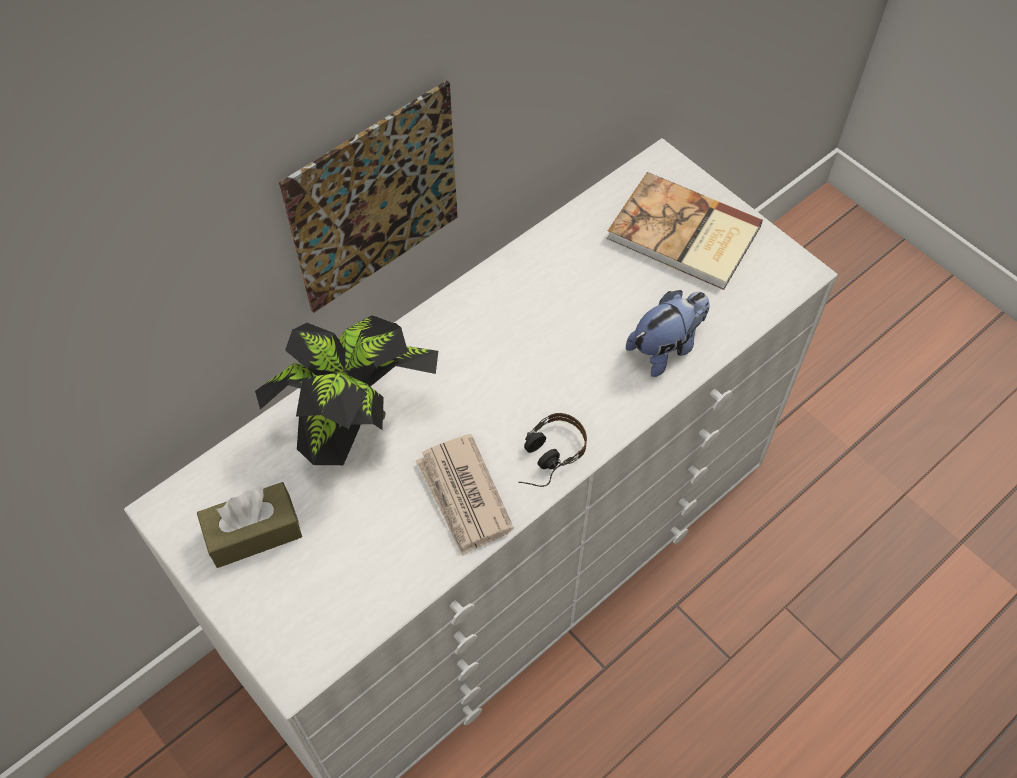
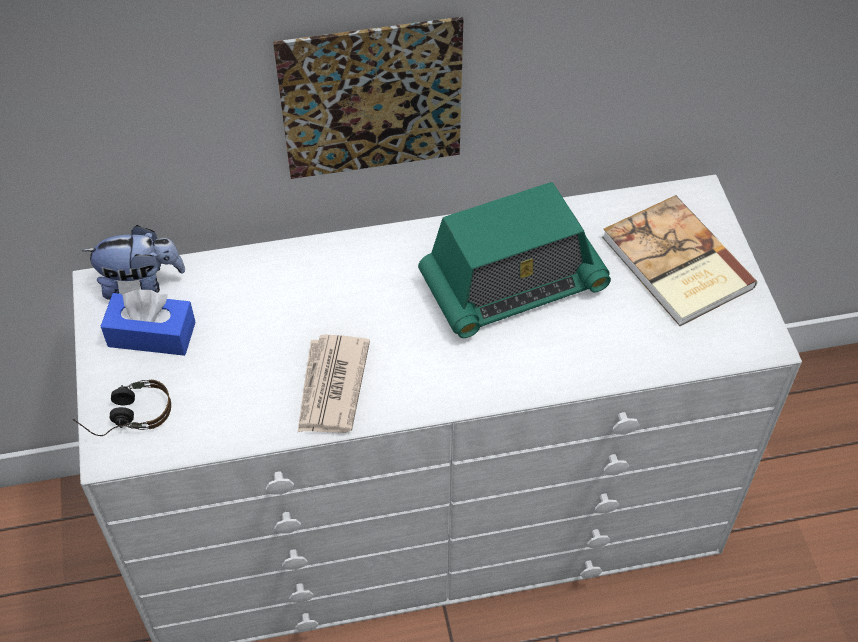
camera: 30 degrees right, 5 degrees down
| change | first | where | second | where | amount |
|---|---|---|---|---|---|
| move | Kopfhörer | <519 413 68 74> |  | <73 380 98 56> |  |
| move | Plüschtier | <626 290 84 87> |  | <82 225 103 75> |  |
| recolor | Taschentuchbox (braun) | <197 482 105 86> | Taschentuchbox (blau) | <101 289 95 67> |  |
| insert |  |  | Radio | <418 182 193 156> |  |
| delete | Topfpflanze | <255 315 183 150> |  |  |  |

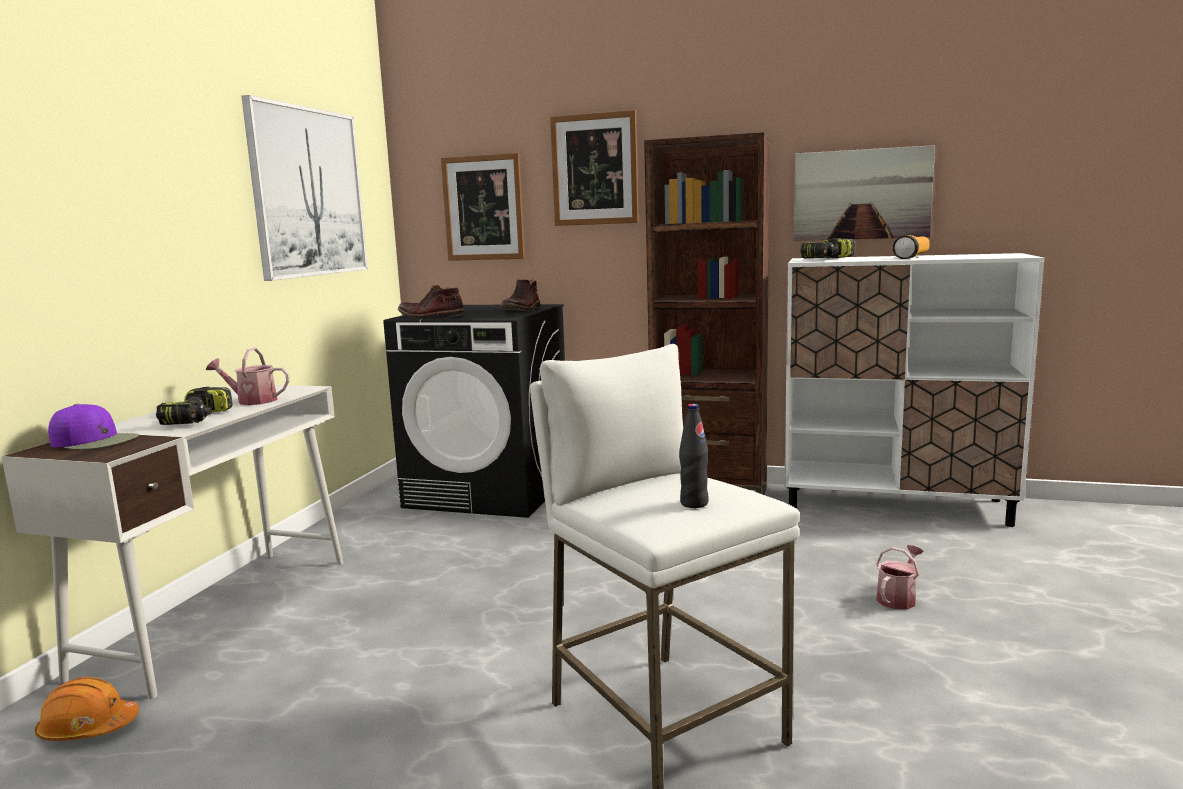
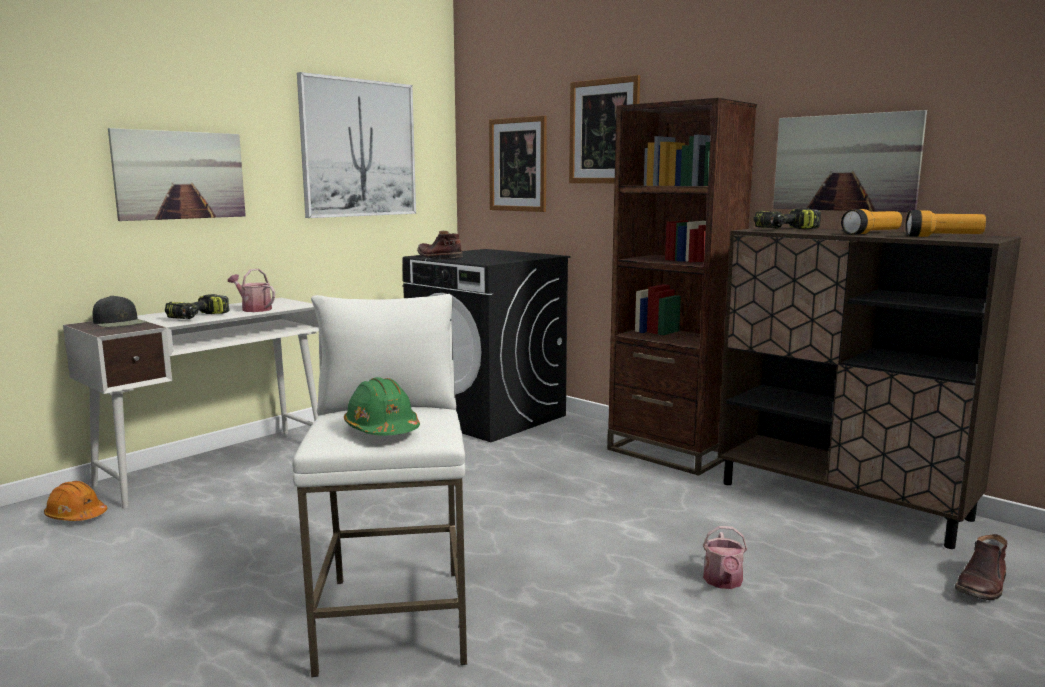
camera: 25 degrees right, 0 degrees up
| change | first | where | second | where | amount |
|---|---|---|---|---|---|
| recolor | Kappe (lila) | <48 404 91 46> | Kappe (schwarz) | <93 295 54 32> |  |
| insert |  |  | Bild | <108 128 138 93> |  |
| replace | Flasche (schwarz) | <679 404 30 104> | Schutzhelm (grün) | <344 377 76 59> |  |
| rotate | Gießkanne | <876 545 48 65> |  | <703 526 44 63> | 120 degrees clockwise |
| recolor | Schrank (weiß) | <784 253 260 274> | Schrank (braun) | <718 227 303 322> |  |
| insert |  |  | Taschenlampe | <905 210 81 27> |  |
| move | Stiefel (braun) | <501 279 40 32> |  | <955 534 52 66> |  |

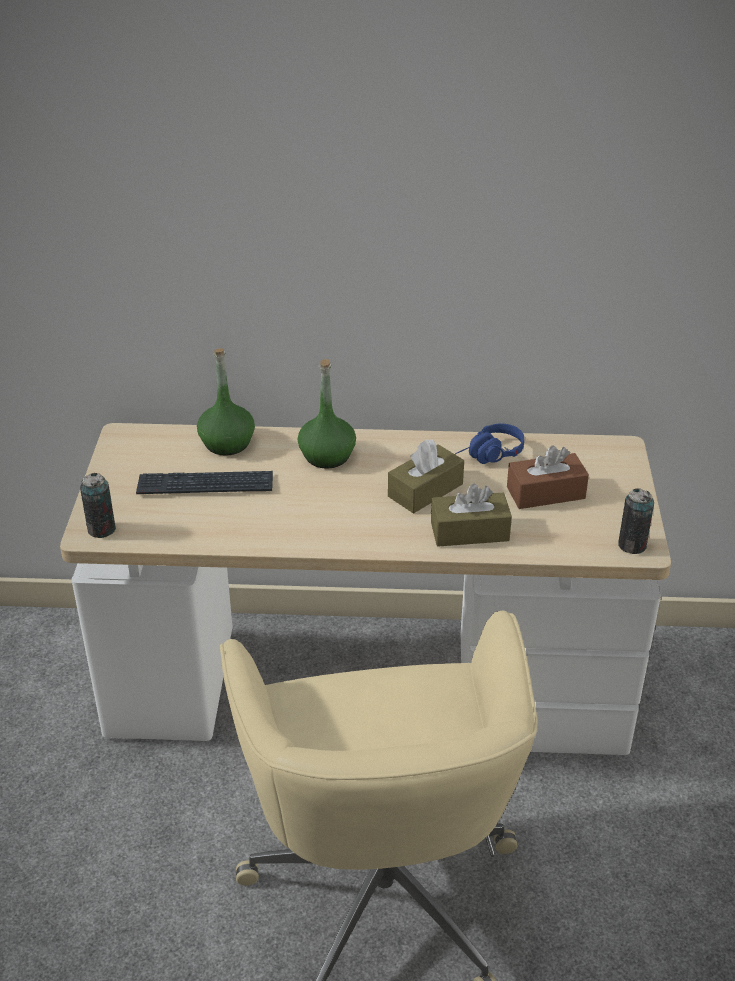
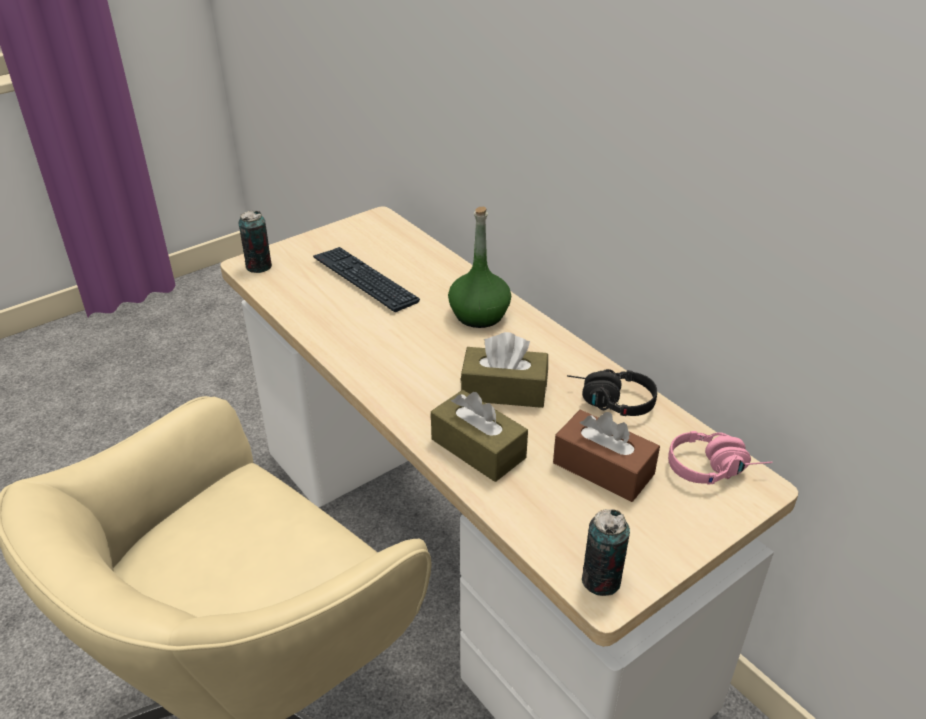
camera: 50 degrees right, 0 degrees up
| change | first | where | second | where | amount |
|---|---|---|---|---|---|
| recolor | Kopfhörer (blau) | <455 423 69 41> | Kopfhörer (schwarz) | <567 369 90 47> |  |
| insert |  |  | Kopfhörer (rosa) | <668 431 105 54> |  |
| delete | Flasche (grün) | <197 348 58 108> |  |  |  |

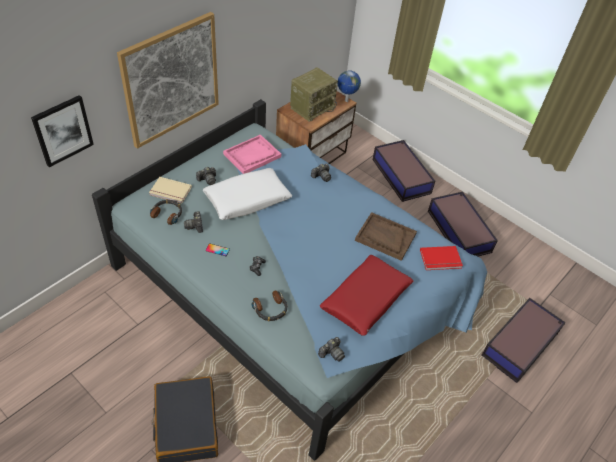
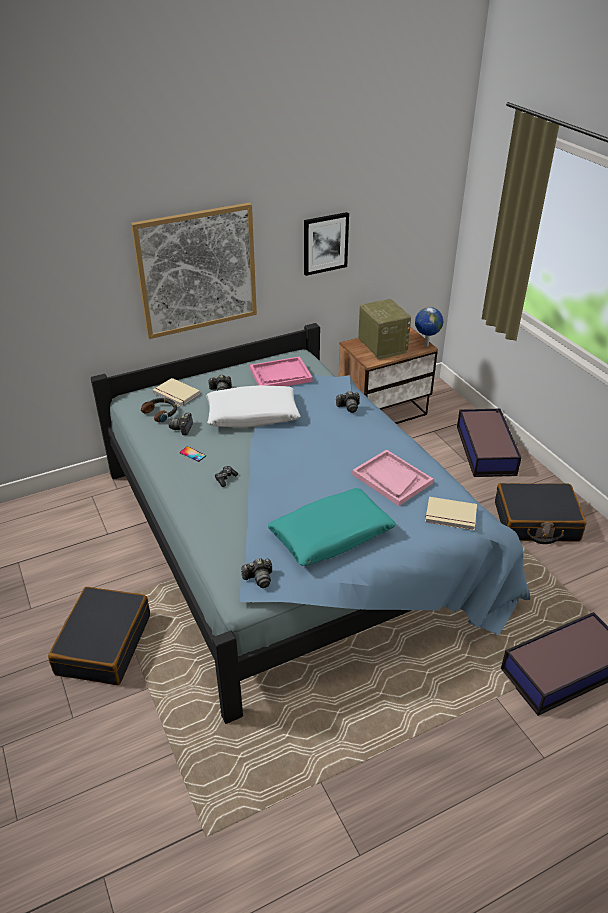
camera: 25 degrees right, 10 degrees down
| change | first | where | second | where | amount |
|---|---|---|---|---|---|
| recolor | Kissen (rot) | <320 255 93 81> | Kissen (türkis) | <268 488 128 78> |  |
| move | Bild | <31 95 63 73> |  | <304 212 45 64> |  |
| recolor | Tablett (braun) | <355 212 62 49> | Tablett (rosa) | <352 450 81 56> |  |
| rotate | Radio | <290 67 48 55> |  | <358 299 53 61> | 90 degrees counterclockwise |
| recolor | Buch (rot) | <420 246 43 24> | Buch (beige) | <425 497 52 33> |  |
| replace | Aufbewahrungsbox | <428 191 70 66> | Koffer (schwarz) | <495 483 92 61> |  |
| delete | Kopfhörer | <252 291 36 30> |  |  |  |

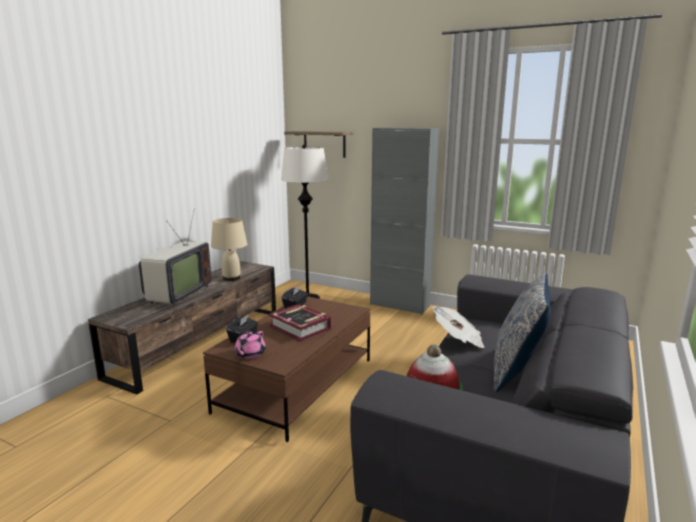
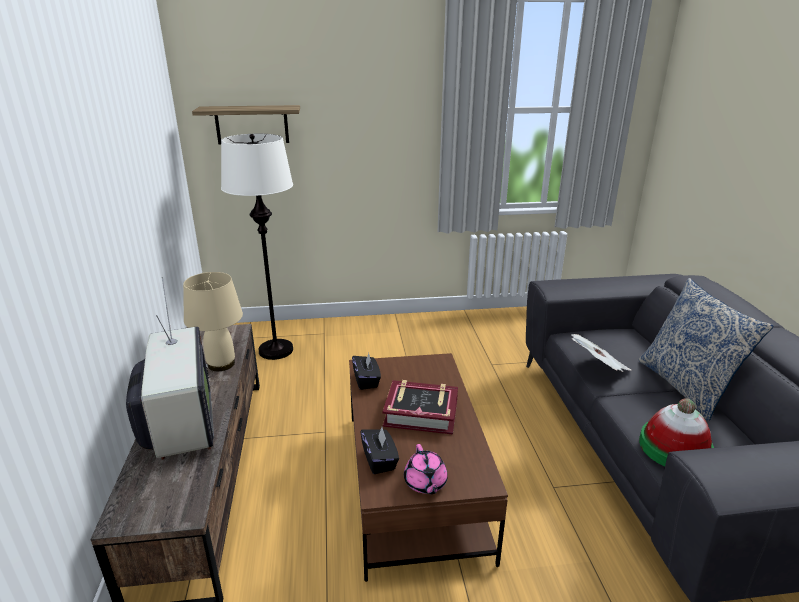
camera: 35 degrees left, 10 degrees up
| change | first | where | second | where | amount |
|---|---|---|---|---|---|
| delete | Schrank (grau) | <370 128 69 187> |  |  |  |

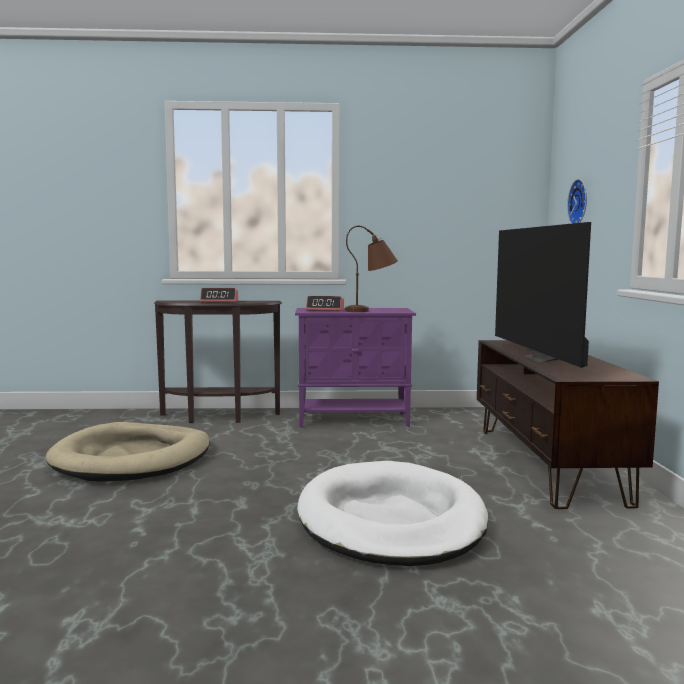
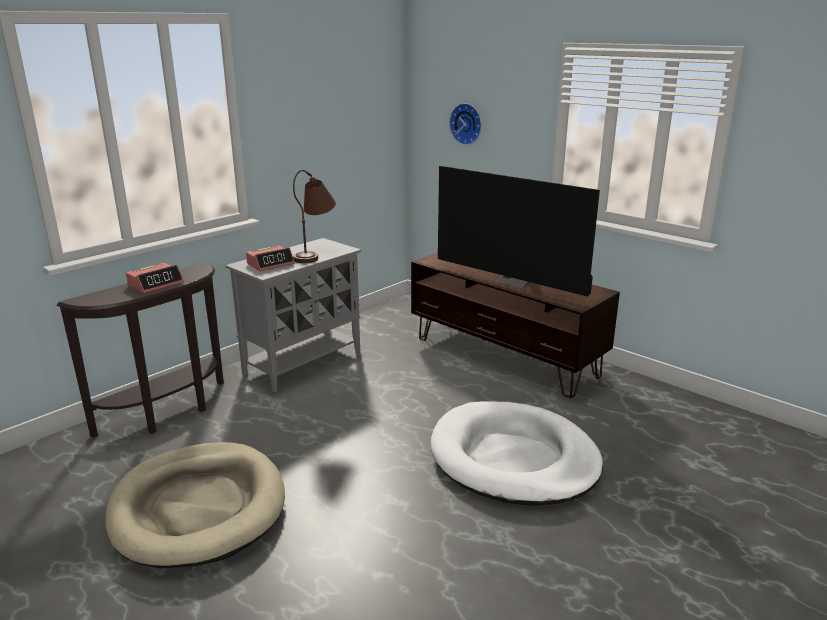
camera: 45 degrees left, 15 degrees up
| change | first | where | second | where | amount |
|---|---|---|---|---|---|
| recolor | Schrank (lila) | <295 308 121 119> | Schrank (grau) | <225 238 136 154> |  |

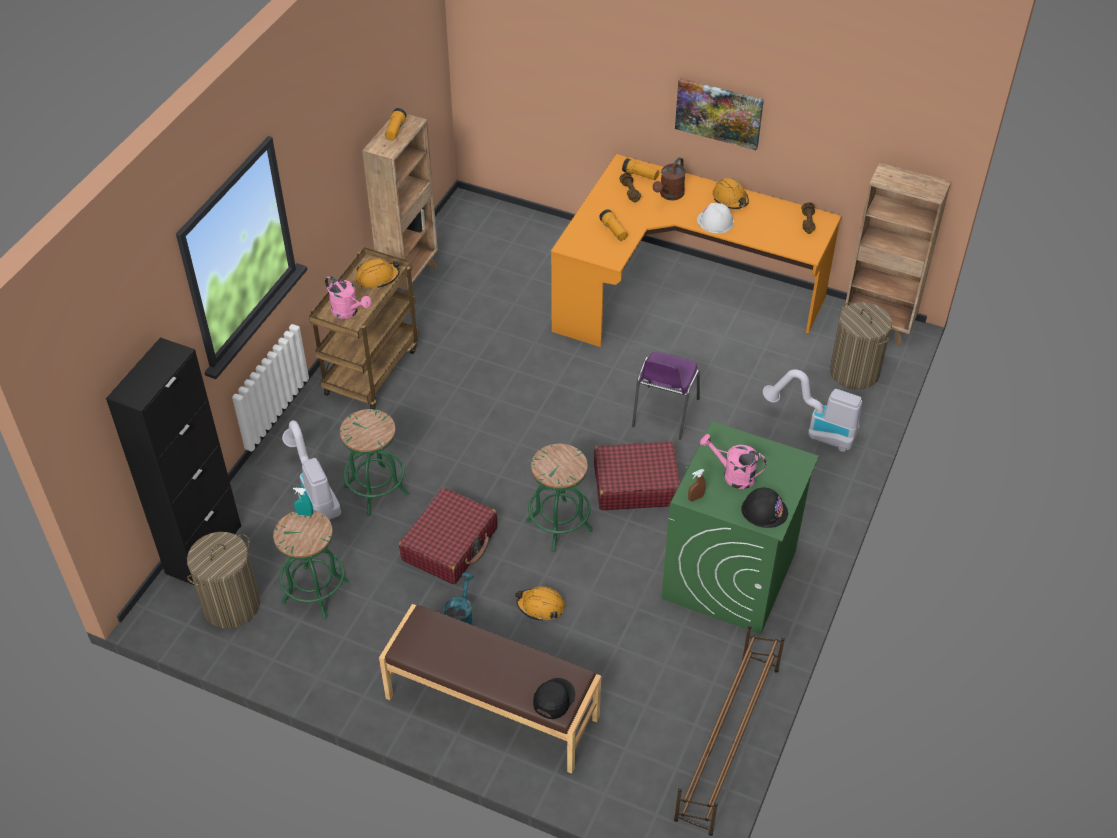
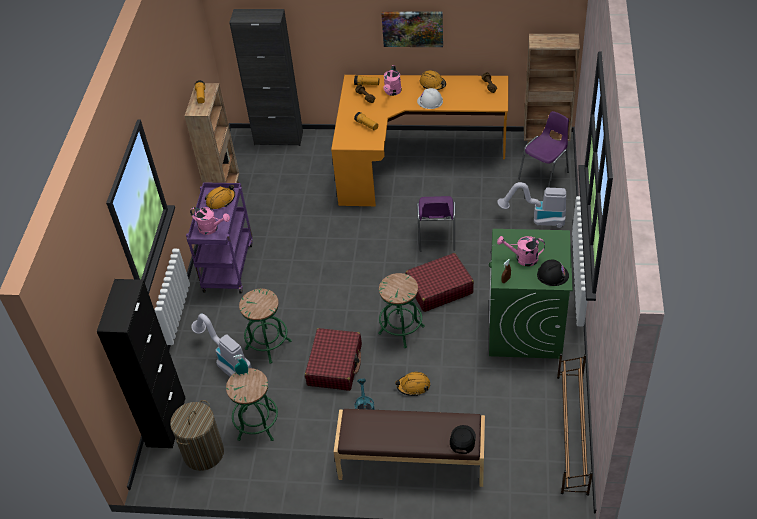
camera: 15 degrees left, 0 degrees up
| change | first | where | second | where | amount |
|---|---|---|---|---|---|
| recolor | Rollwagen (braun) | <309 247 110 162> | Rollwagen (lila) | <186 182 67 112> |  |
| insert |  |  | Schrank (schwarz) | <229 9 74 137> |  |
| recolor | Gießkanne (braun) | <653 157 32 43> | Gießkanne (rosa) | <383 65 19 31> |  |
| replace | Wäschekorb | <830 302 62 88> | Stuhl (lila) | <518 111 51 77> |  |

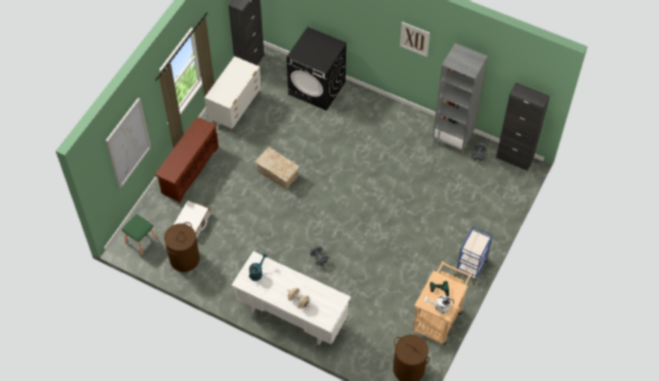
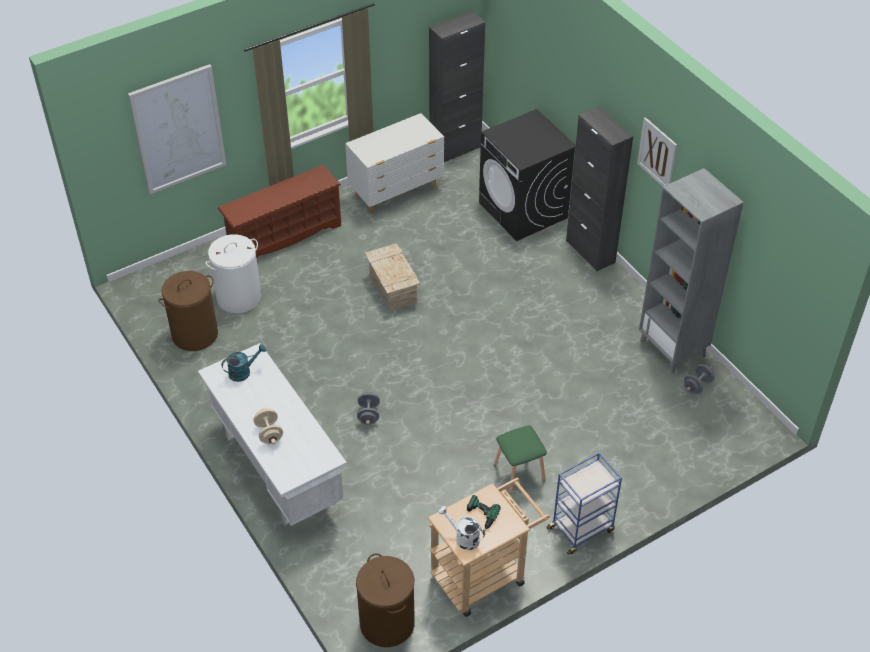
camera: 30 degrees right, 10 degrees down
| change | first | where | second | where | amount |
|---|---|---|---|---|---|
| replace | Koffer (weiß) | <173 200 38 39> | Wäschekorb (weiß) | <206 234 55 79> |  |
| move | Hocker (grün) | <122 215 36 40> |  | <494 425 53 69> |  |
| move | Schrank (schwarz) | <496 83 54 88> |  | <566 106 67 165> |  |

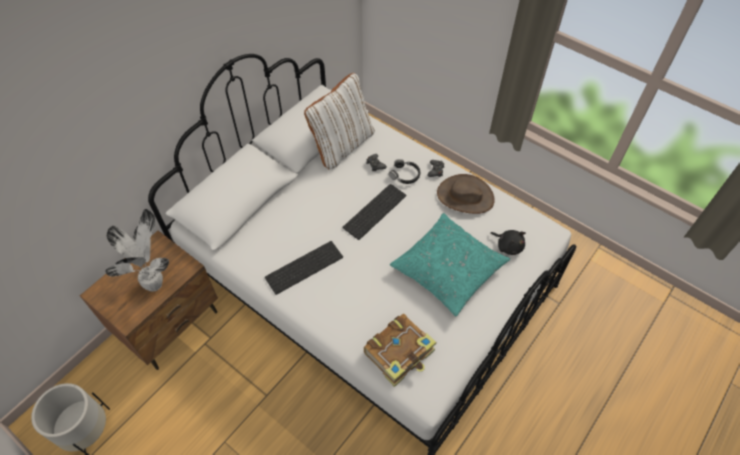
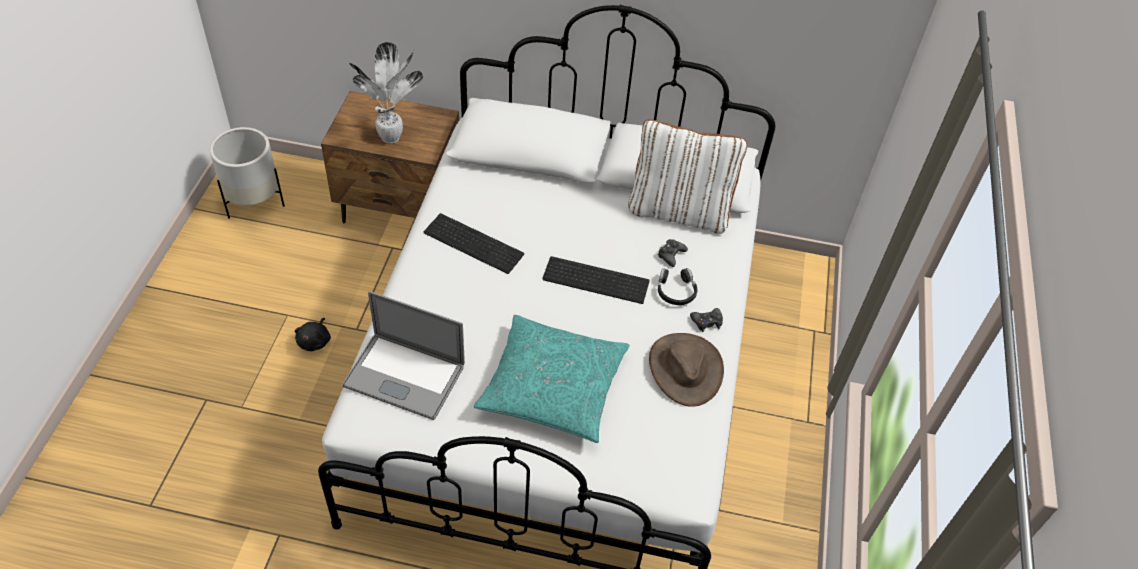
camera: 60 degrees right, 5 degrees down
| change | first | where | second | where | amount |
|---|---|---|---|---|---|
| move | Plüschtier (schwarz) | <490 230 36 25> |  | <295 318 36 33> |  |
| replace | Buch | <364 314 72 73> | Laptop | <342 291 123 129> |  |

